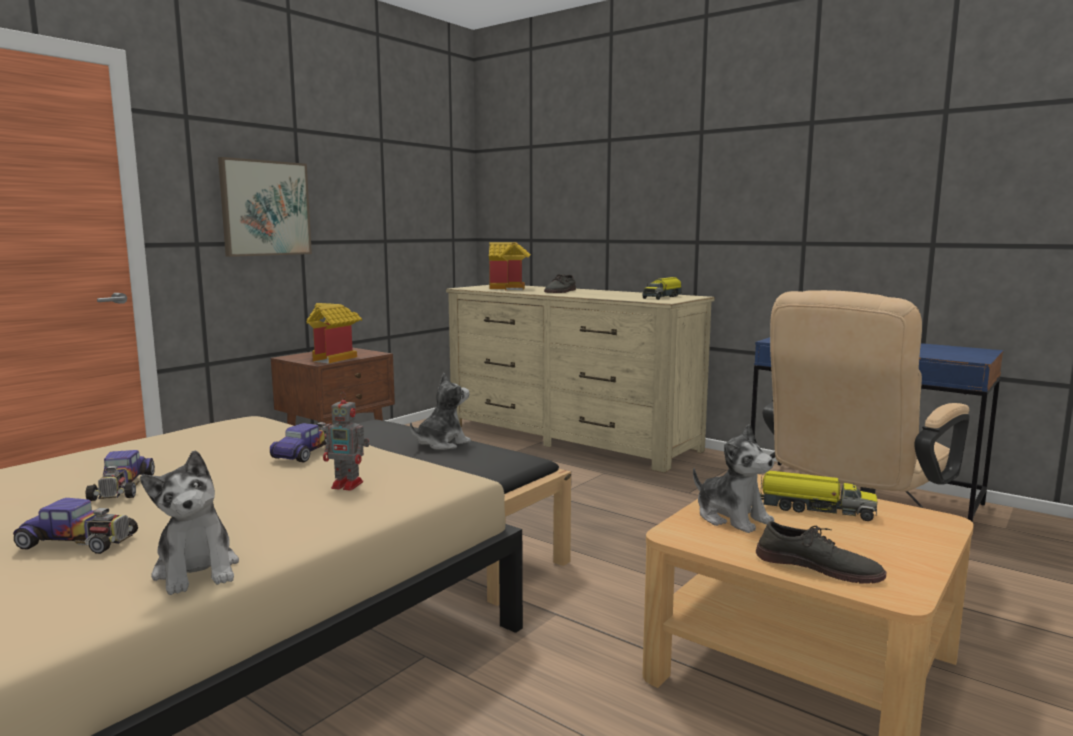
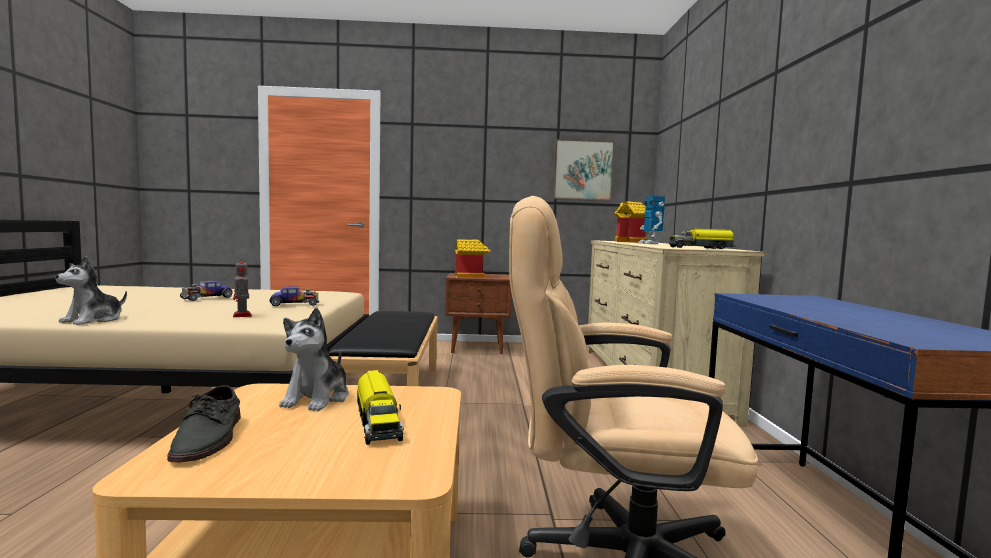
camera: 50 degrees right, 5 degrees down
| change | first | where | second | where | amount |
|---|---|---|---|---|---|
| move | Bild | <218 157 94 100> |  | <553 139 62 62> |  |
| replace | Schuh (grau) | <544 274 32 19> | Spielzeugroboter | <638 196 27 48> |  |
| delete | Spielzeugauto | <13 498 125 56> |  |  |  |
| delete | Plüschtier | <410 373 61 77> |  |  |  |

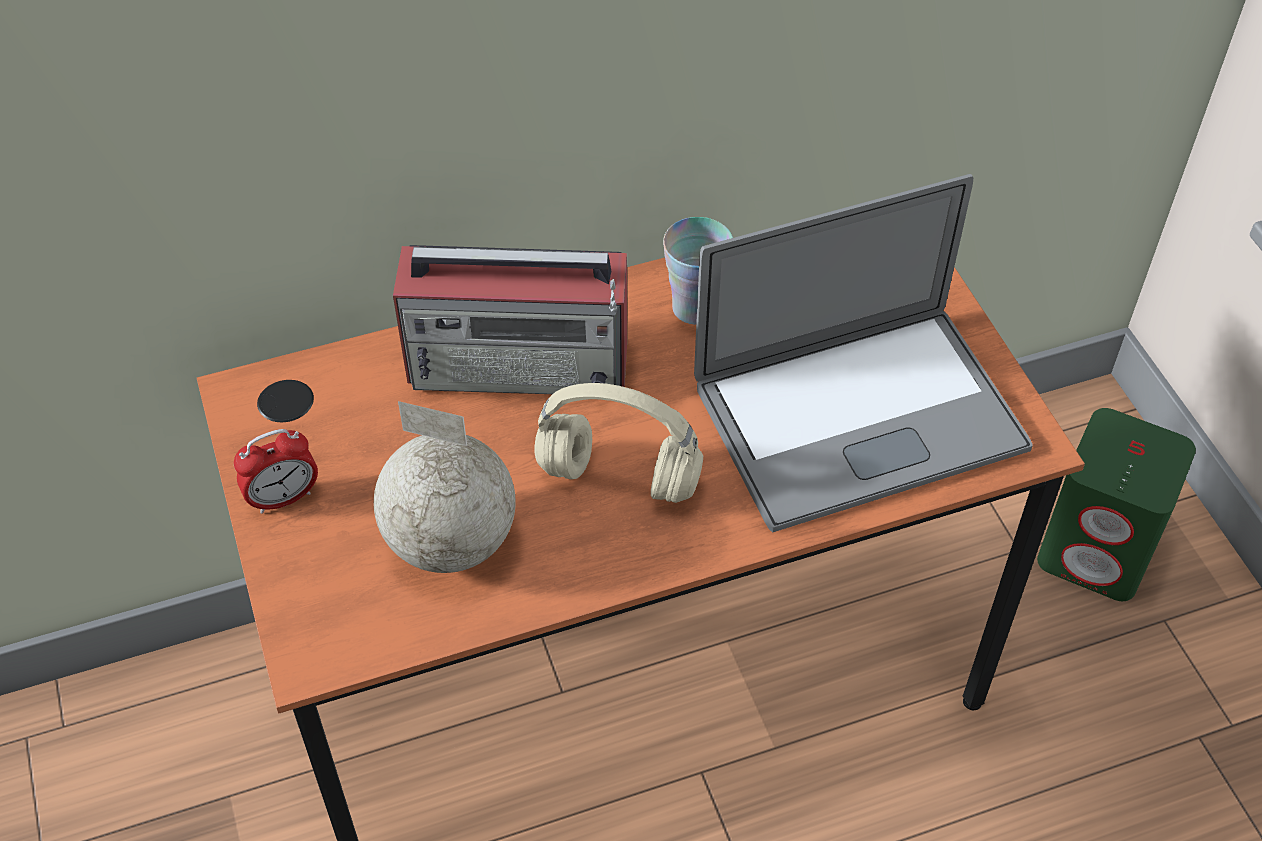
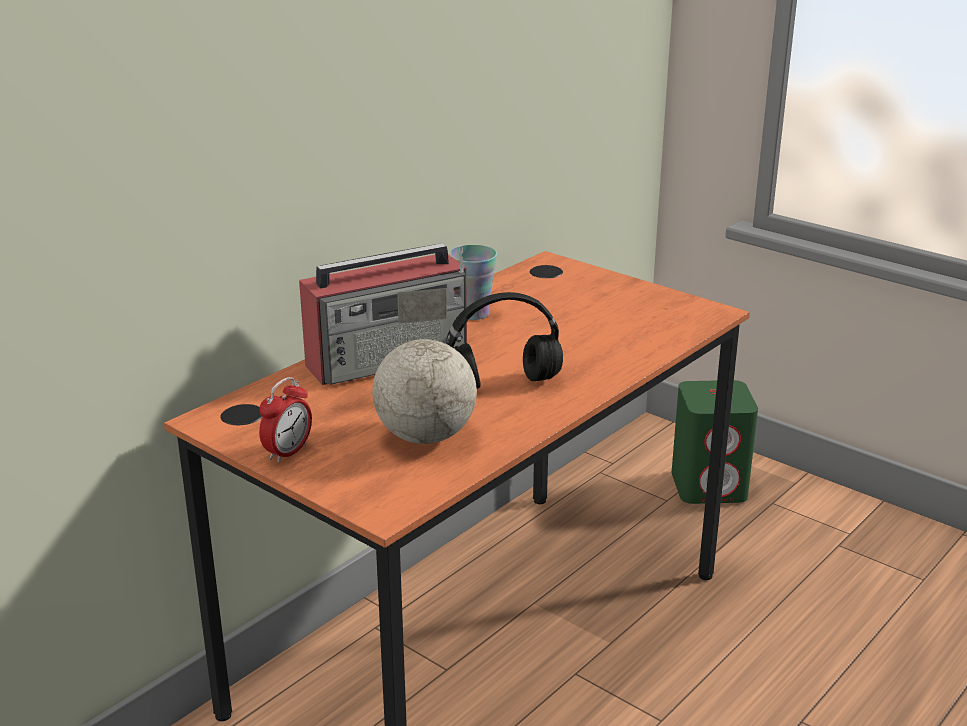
camera: 30 degrees left, 25 degrees down
| change | first | where | second | where | amount |
|---|---|---|---|---|---|
| recolor | Kopfhörer (beige) | <535 383 168 120> | Kopfhörer (schwarz) | <446 292 117 97> |  |
| delete | Laptop | <694 174 339 358> |  |  |  |

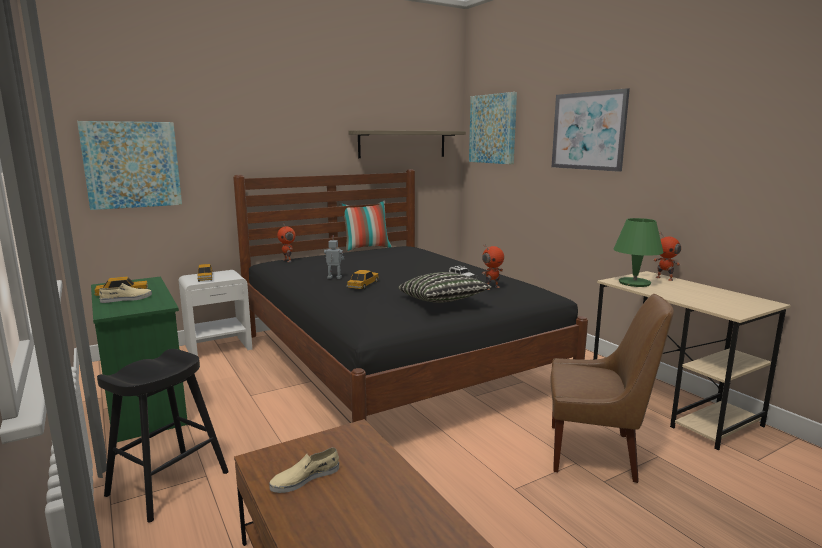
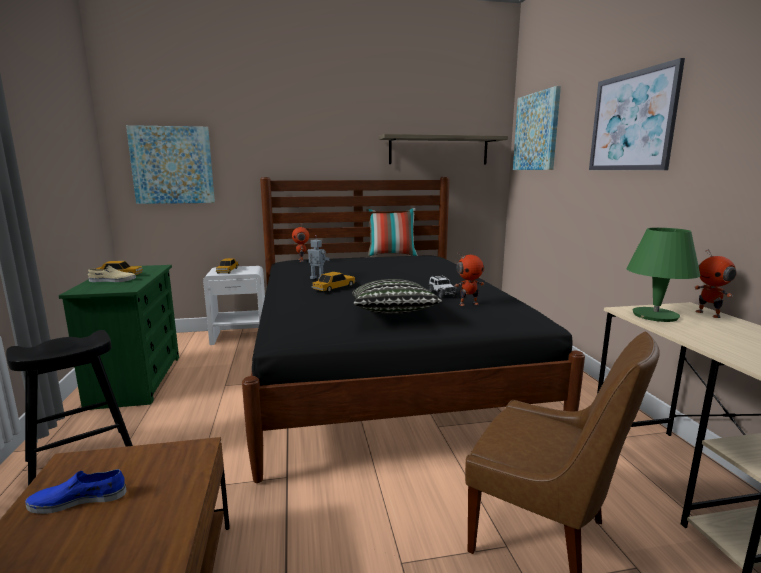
camera: 20 degrees right, 0 degrees up
| change | first | where | second | where | amount |
|---|---|---|---|---|---|
| recolor | Schuh (beige) | <269 448 70 45> | Schuh (blau) | <25 469 101 45> |  |

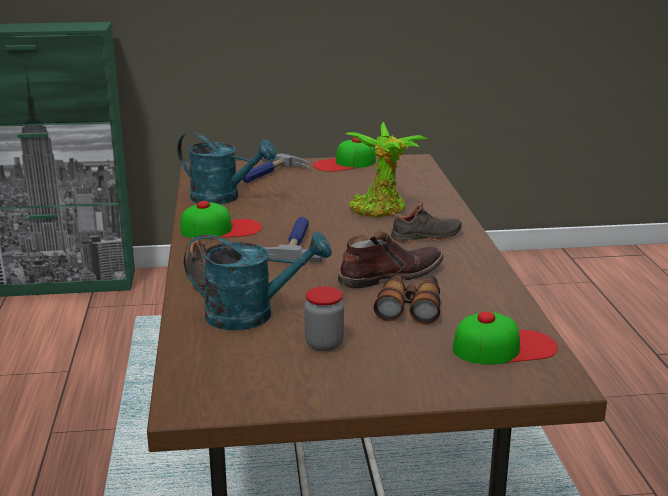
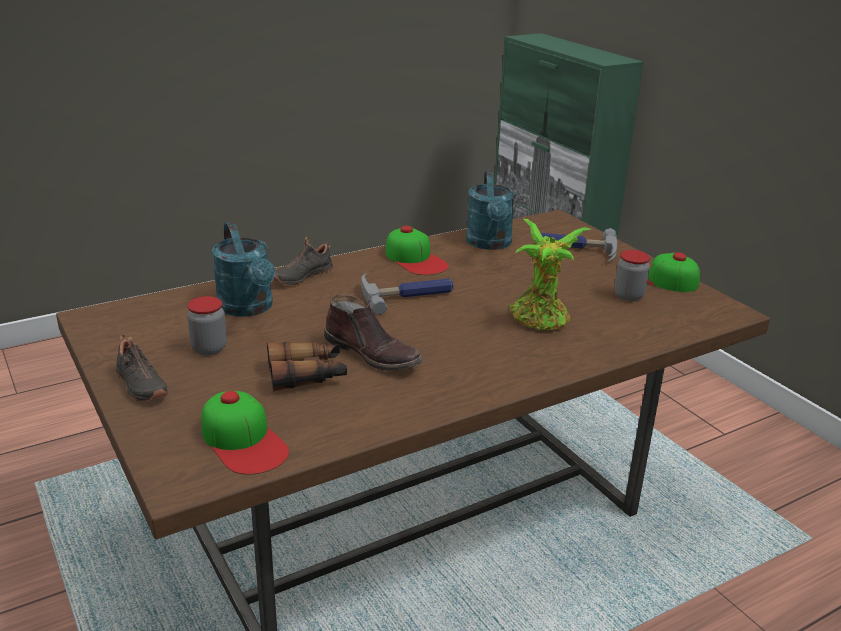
camera: 65 degrees right, 5 degrees up
| change | first | where | second | where | amount |
|---|---|---|---|---|---|
| move | Schuh (schwarz) | <391 200 71 42> |  | <116 335 52 67> |  |
| insert |  |  | Vorratsglas | <614 250 36 51> |  |

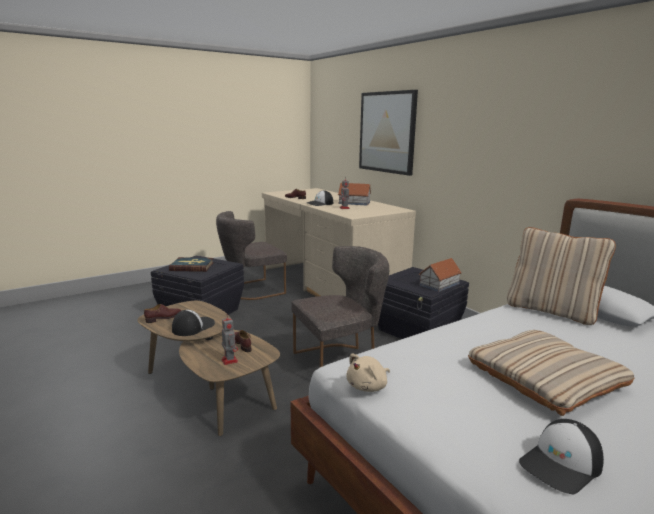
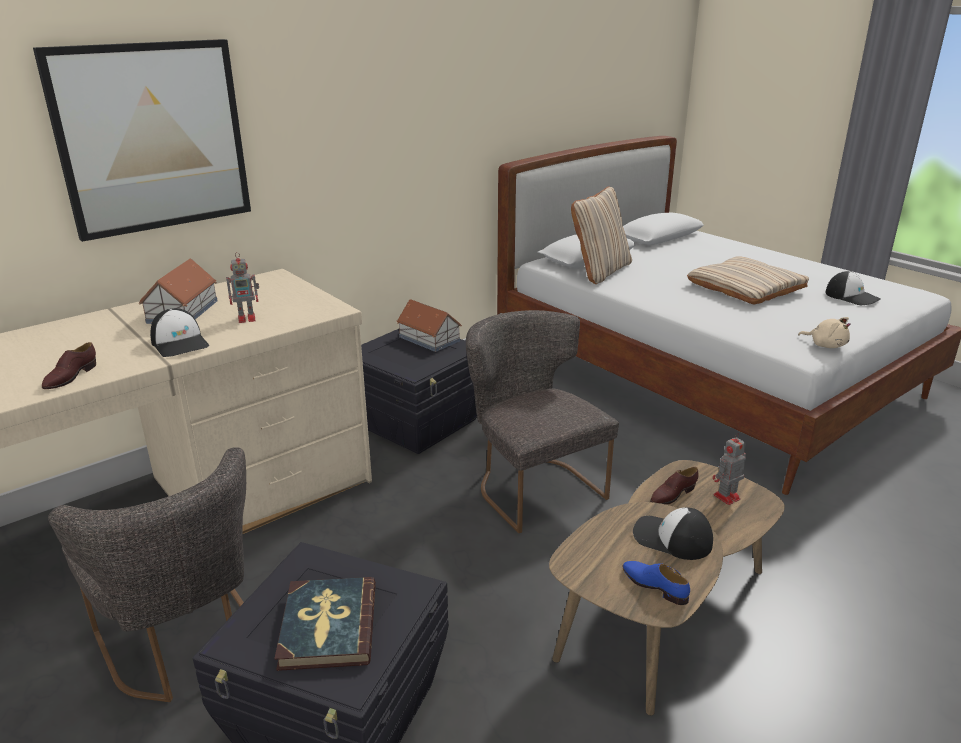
camera: 95 degrees left, 10 degrees up
| change | first | where | second | where | amount |
|---|---|---|---|---|---|
| recolor | Schuh (braun) | <144 304 37 19> | Schuh (blau) | <623 561 67 44> |  |

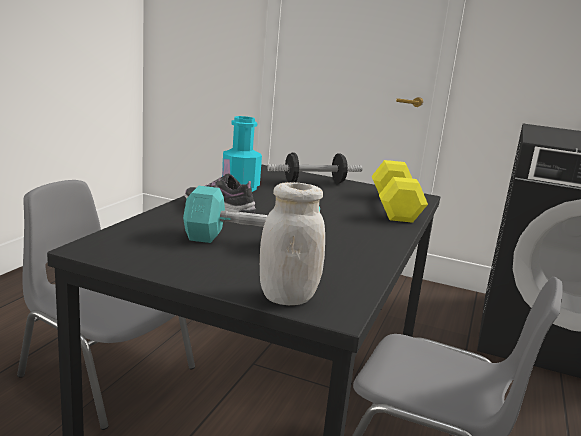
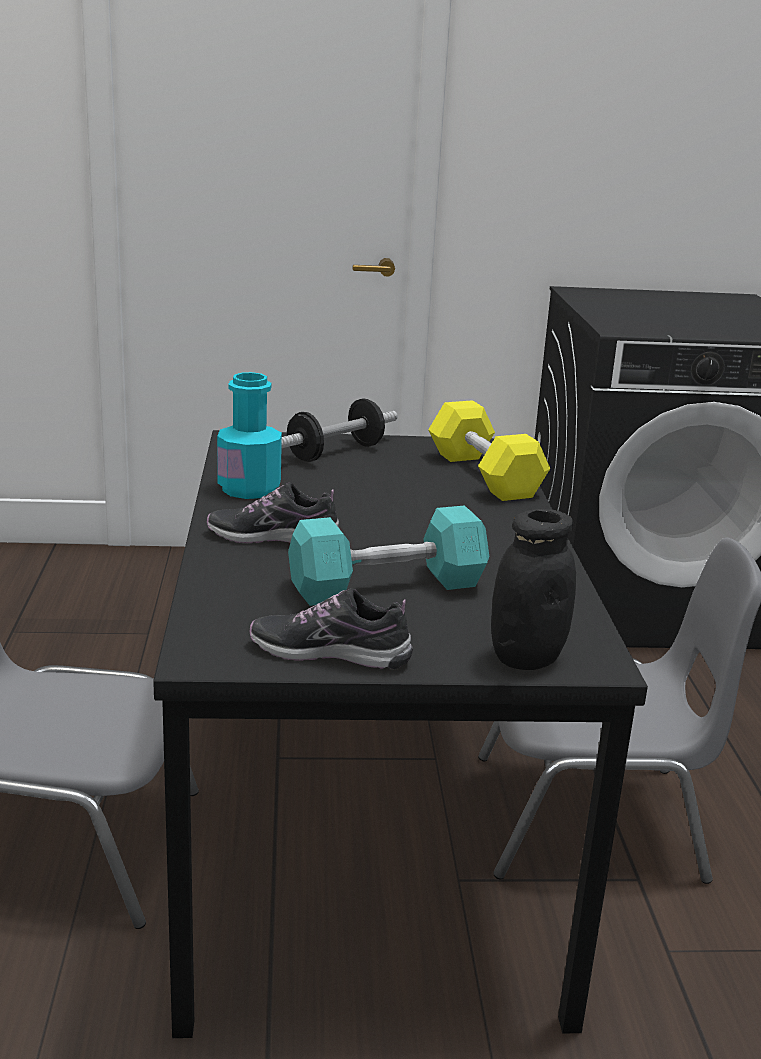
camera: 25 degrees left, 5 degrees up
| change | first | where | second | where | amount |
|---|---|---|---|---|---|
| insert |  |  | Schuh | <249 588 164 81> |  |
| recolor | Vorratsglas (weiß) | <260 182 65 123> | Vorratsglas (schwarz) | <491 509 85 161> |  |

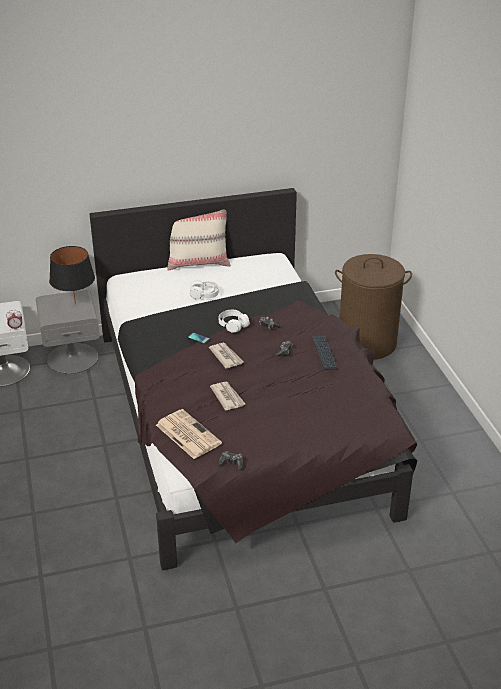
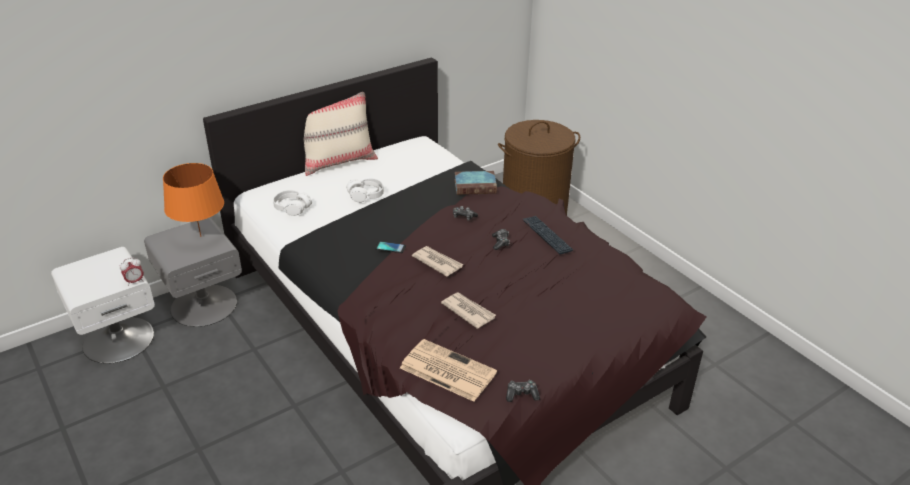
camera: 20 degrees left, 0 degrees up
| change | first | where | second | where | amount |
|---|---|---|---|---|---|
| recolor | Tischlampe (schwarz) | <49 246 46 58> | Tischlampe (orange) | <163 163 61 74> |  |
| move | Kopfhörer (weiß) | <219 310 31 23> |  | <273 190 39 26> |  |
| insert |  |  | Buch | <455 171 42 24> |  |

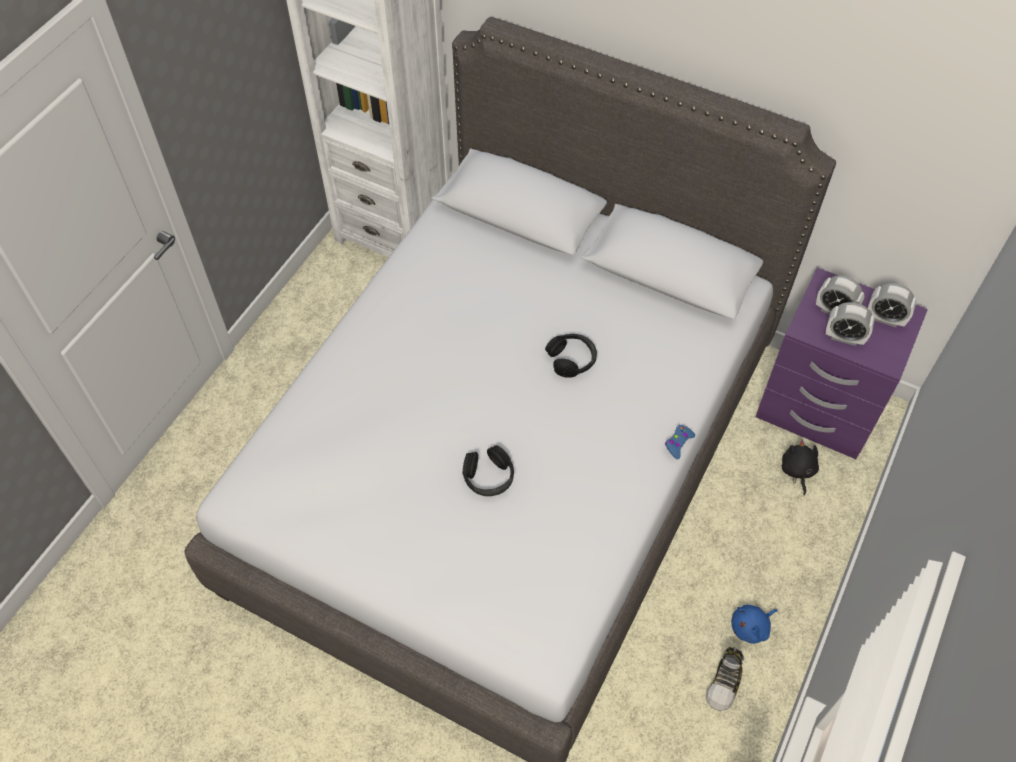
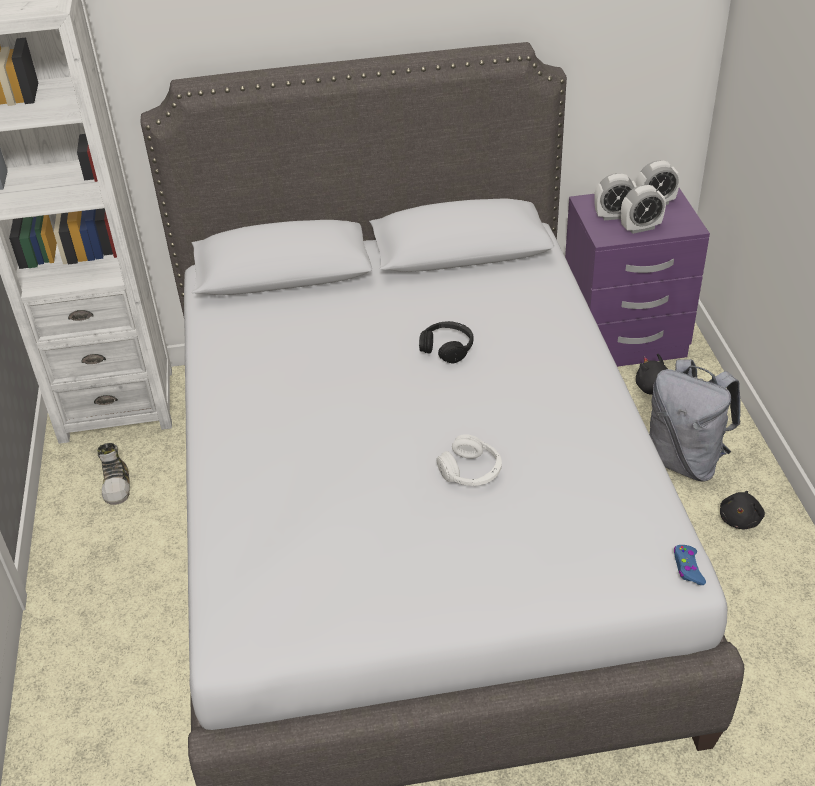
camera: 35 degrees left, 15 degrees down
| change | first | where | second | where | amount |
|---|---|---|---|---|---|
| move | Schuh | <706 647 38 64> |  | <97 443 33 62> |  |
| recolor | Kopfhörer (schwarz) | <463 445 51 51> | Kopfhörer (weiß) | <437 434 65 52> |  |
| insert |  |  | Rucksack (grau) | <649 359 92 123> |  |
| move | Gamepad (blau) | <665 425 30 34> |  | <674 545 32 40> |  |
| recolor | Plüschtier (blau) | <731 605 47 39> | Plüschtier (schwarz) | <720 491 45 39> |  |

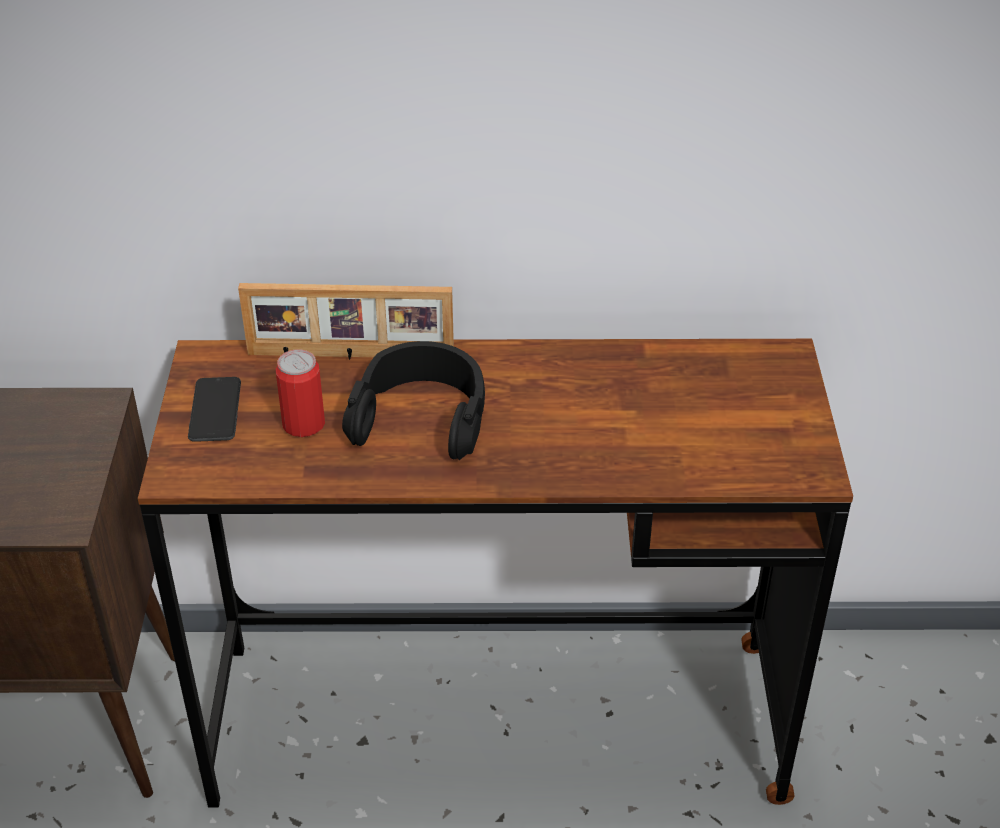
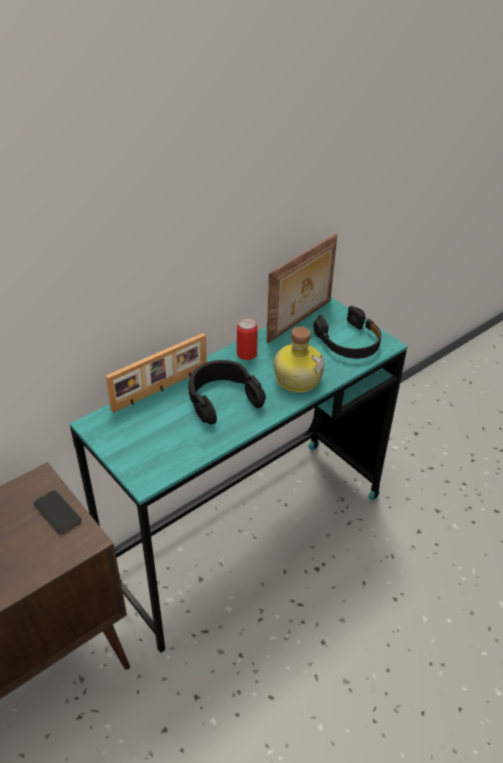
camera: 40 degrees left, 0 degrees up
| change | first | where | second | where | amount |
|---|---|---|---|---|---|
| move | Handy | <188 377 53 65> |  | <33 491 49 43> |  |
| recolor | Schreibtisch (braun) | <138 339 715 468> | Schreibtisch (türkis) | <70 297 338 356> |  |
| move | Dose | <276 349 49 88> |  | <237 318 21 42> |  |
| insert |  |  | Bilderrahmen | <266 234 71 109> |  |
| insert |  |  | Flasche | <274 326 51 67> |  |
| insert |  |  | Kopfhörer (schwarz) | <313 306 69 53> |  |

